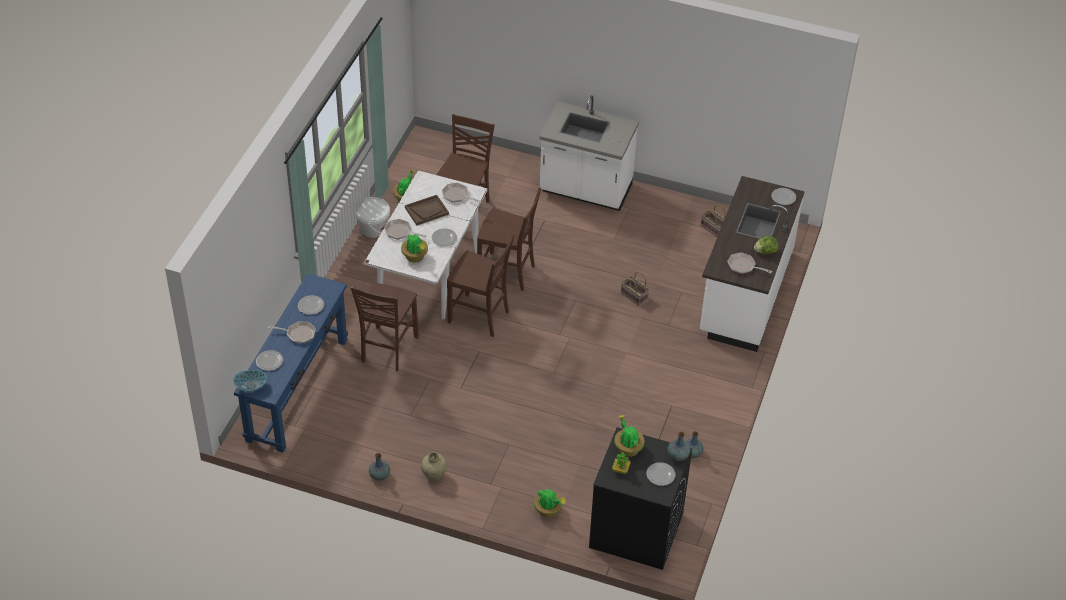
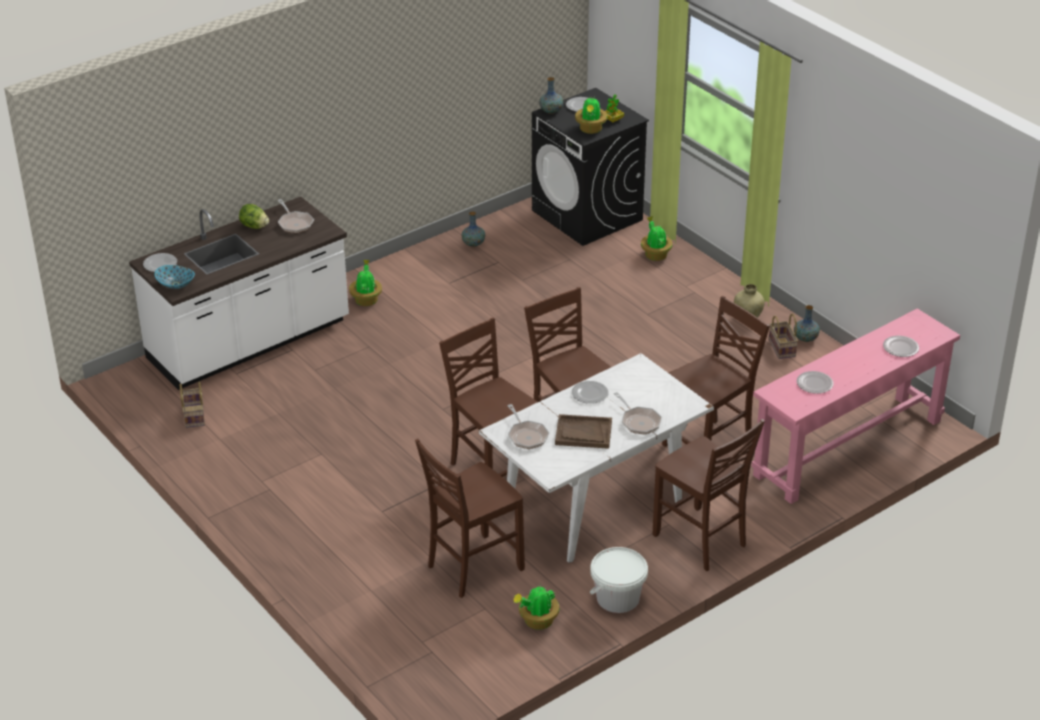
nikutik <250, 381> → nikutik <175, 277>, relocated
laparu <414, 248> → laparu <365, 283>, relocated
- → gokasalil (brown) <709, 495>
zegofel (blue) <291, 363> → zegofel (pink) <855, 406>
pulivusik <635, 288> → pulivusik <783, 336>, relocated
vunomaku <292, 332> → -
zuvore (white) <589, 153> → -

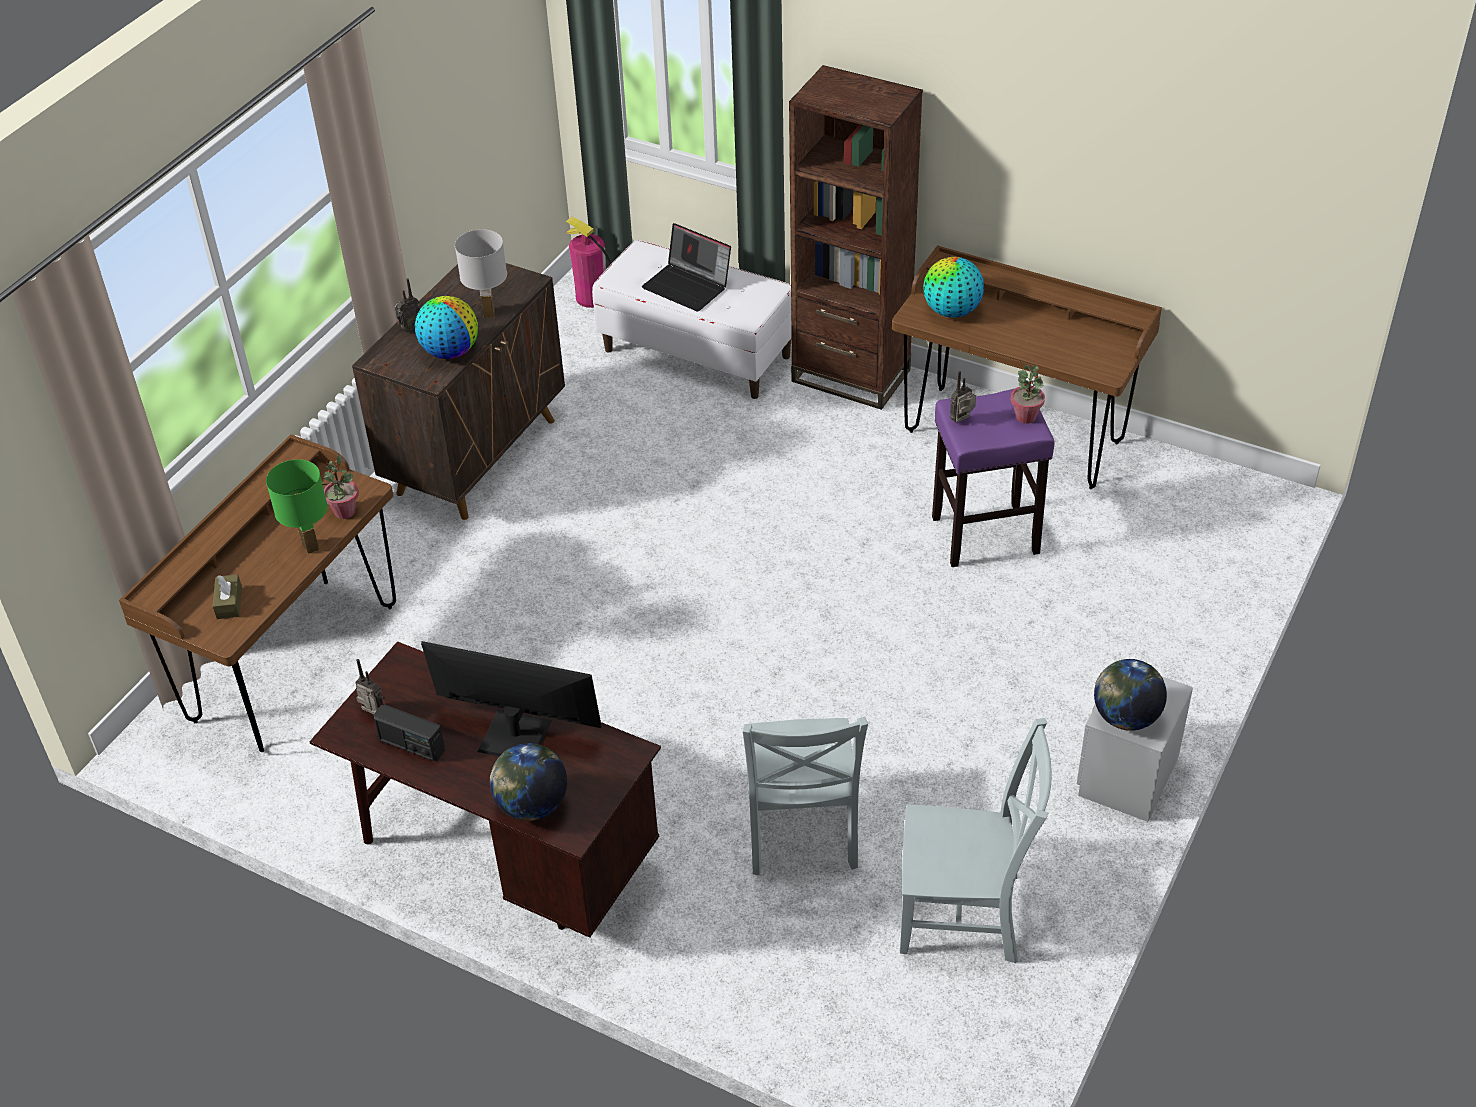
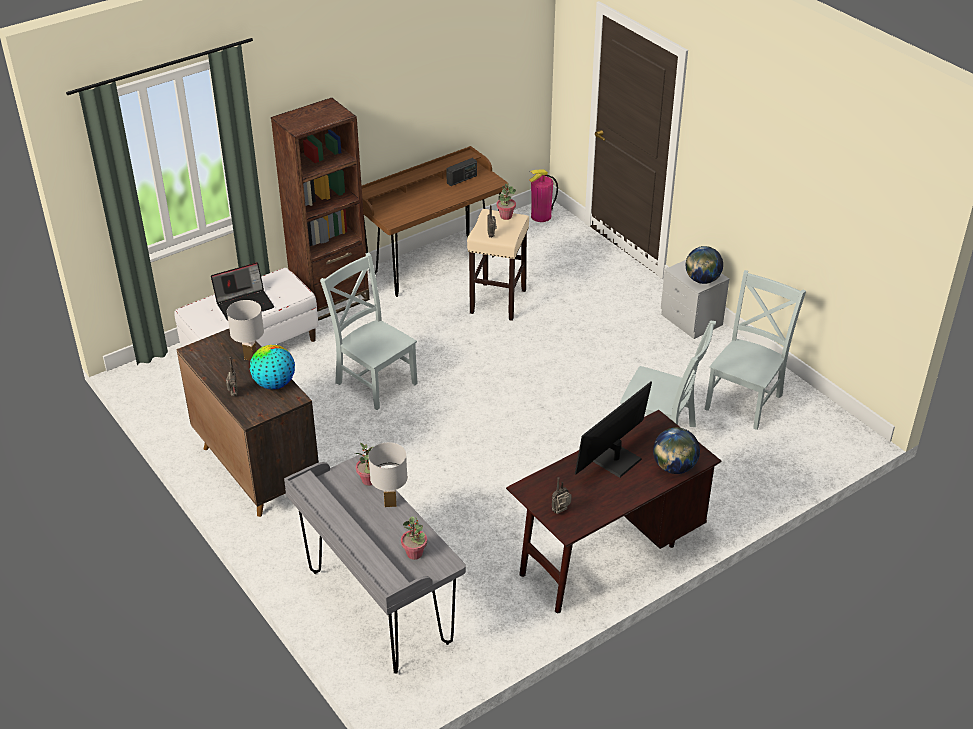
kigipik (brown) <257, 593> → kigipik (grey) <375, 564>
- → gokasalil (grey) <369, 331>
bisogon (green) <297, 506> → bisogon (white) <388, 474>
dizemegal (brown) <227, 596> → laparu <414, 538>
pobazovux <409, 733> → pobazovux <461, 172>, relocated
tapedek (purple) <993, 477> → tapedek (beige) <498, 265>
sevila <588, 262> → sevila <543, 195>, relocated
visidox <953, 287> → -

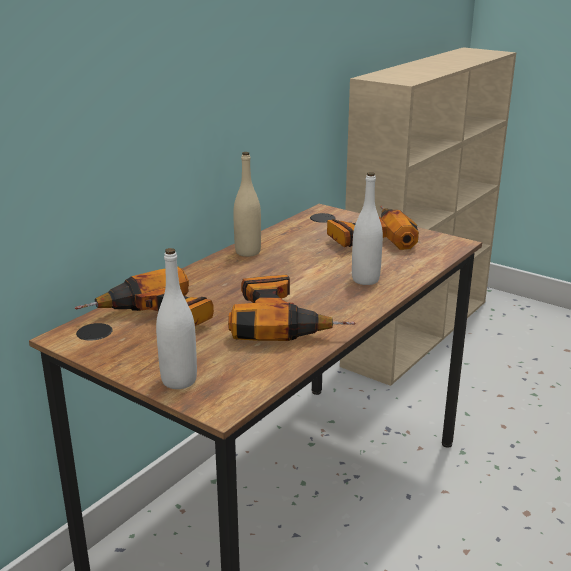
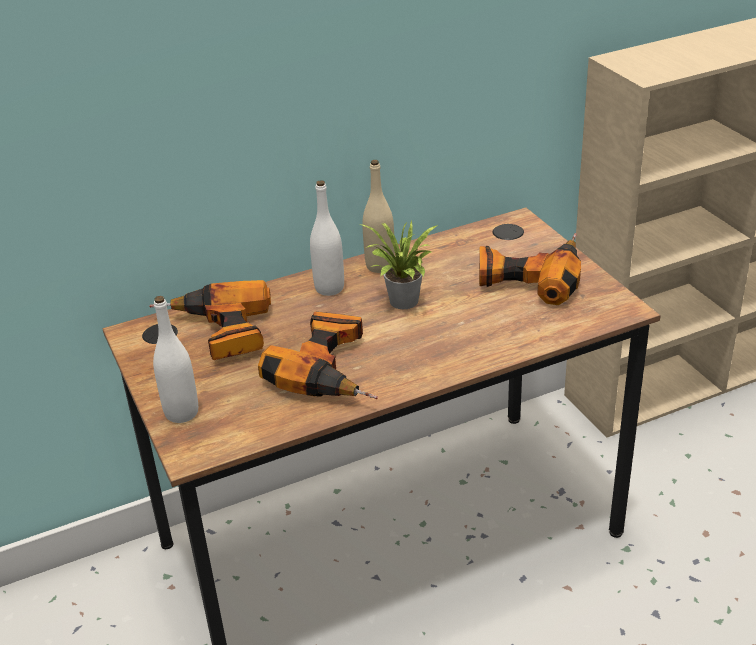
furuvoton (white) <367, 228> → furuvoton (white) <327, 238>, relocated
- → laparu <398, 264>

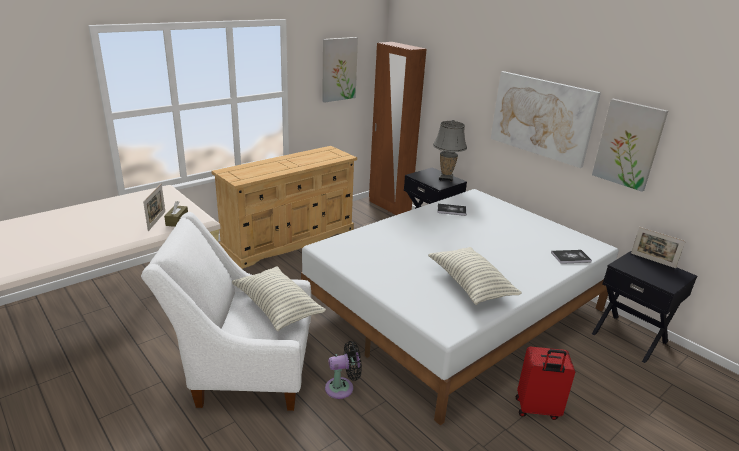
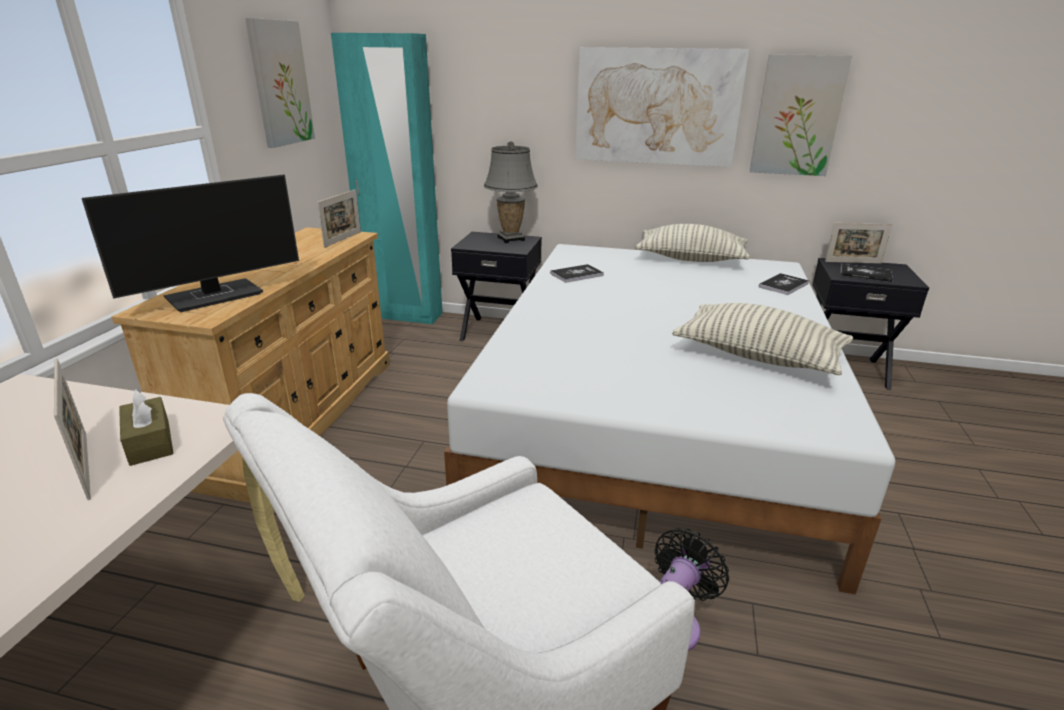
- → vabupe <190, 243>
- → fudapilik <339, 218>
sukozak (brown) <398, 128> → sukozak (turquoise) <387, 179>
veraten <279, 298> → veraten <692, 243>, relocated
- → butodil <867, 273>
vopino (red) <545, 383> → -

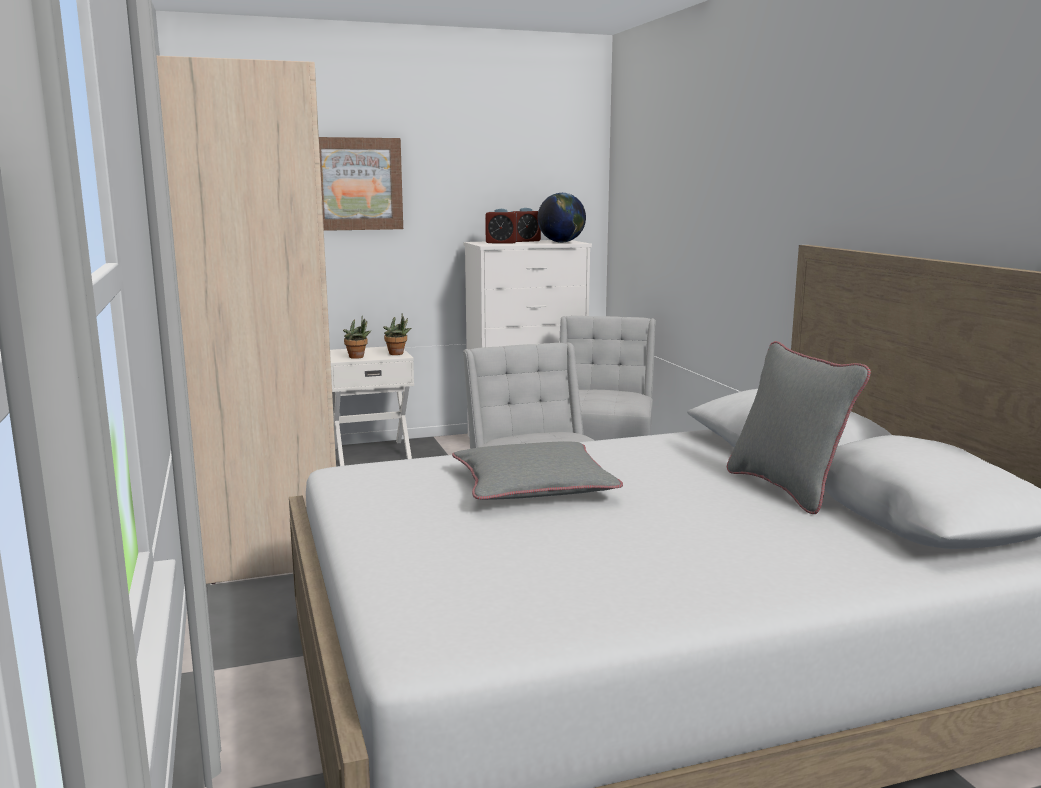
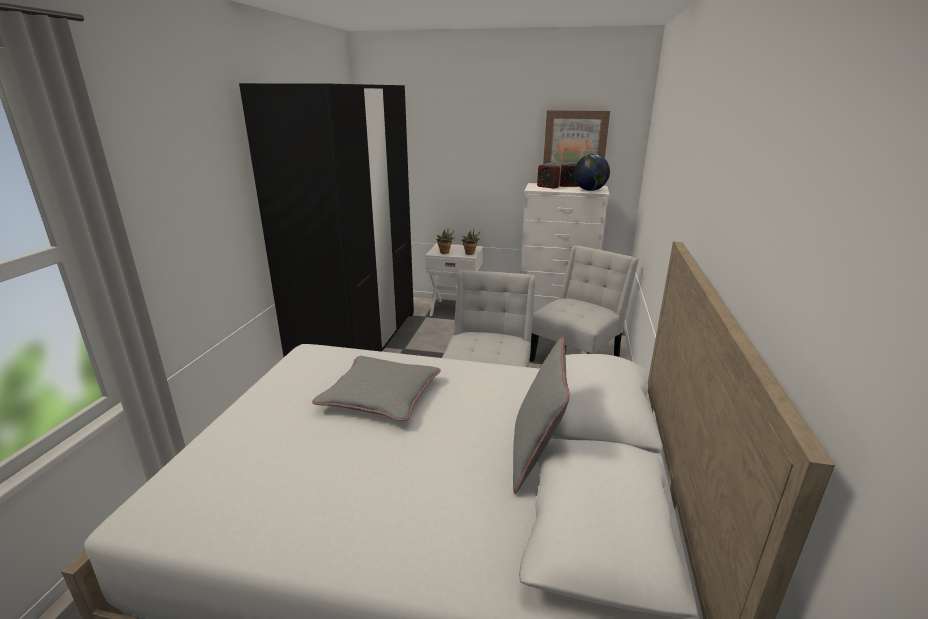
sukozak (beige) <246, 320> → sukozak (black) <326, 220>
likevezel <361, 184> → likevezel <576, 138>, relocated

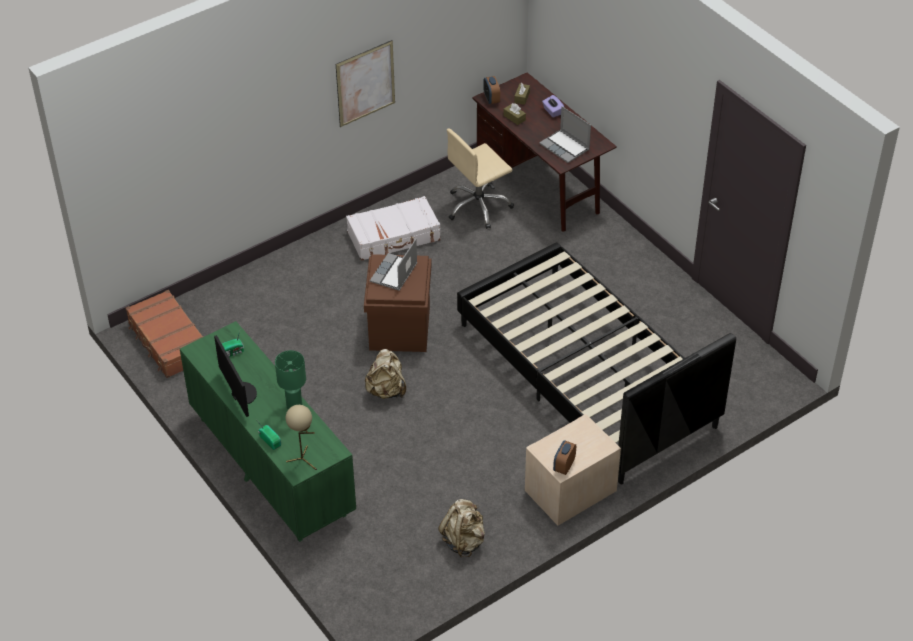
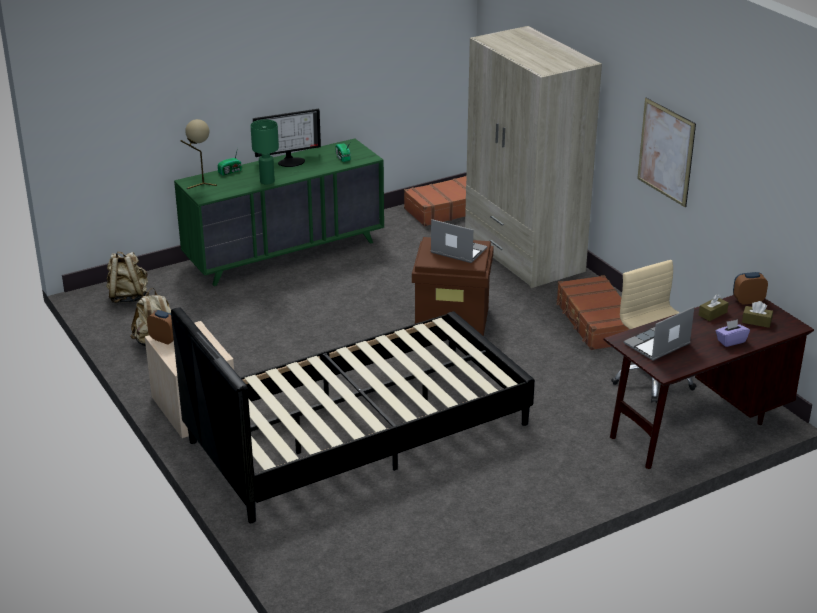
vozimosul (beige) <385, 374> → vozimosul (beige) <127, 277>, relocated
- → sukozak (beige) <533, 157>
vopino (white) <393, 228> → vopino (brown) <593, 312>

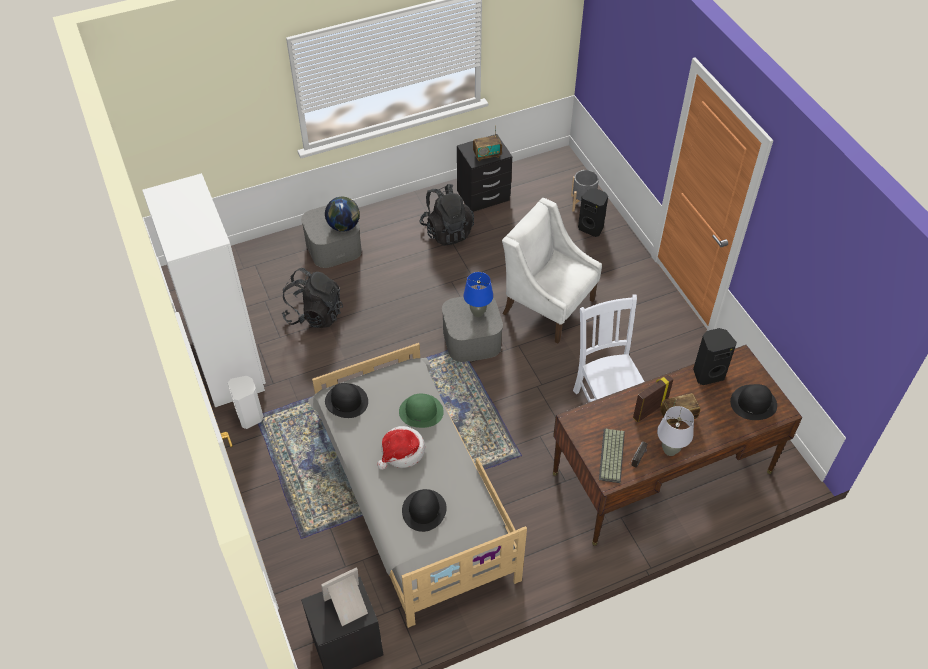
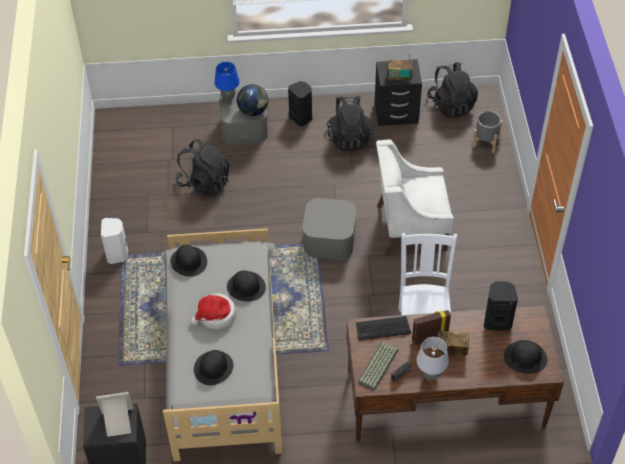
bisogon (blue) <478, 294> → bisogon (blue) <226, 82>, relocated
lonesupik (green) <421, 411> → lonesupik (black) <246, 286>
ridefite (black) <593, 212> → ridefite (black) <300, 103>, relocated
- → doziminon <383, 328>
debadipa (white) <552, 271> → debadipa (white) <415, 198>, 60 degrees counterclockwise
- → vozimosul (black) <452, 90>
sukozak (white) <204, 290> → -

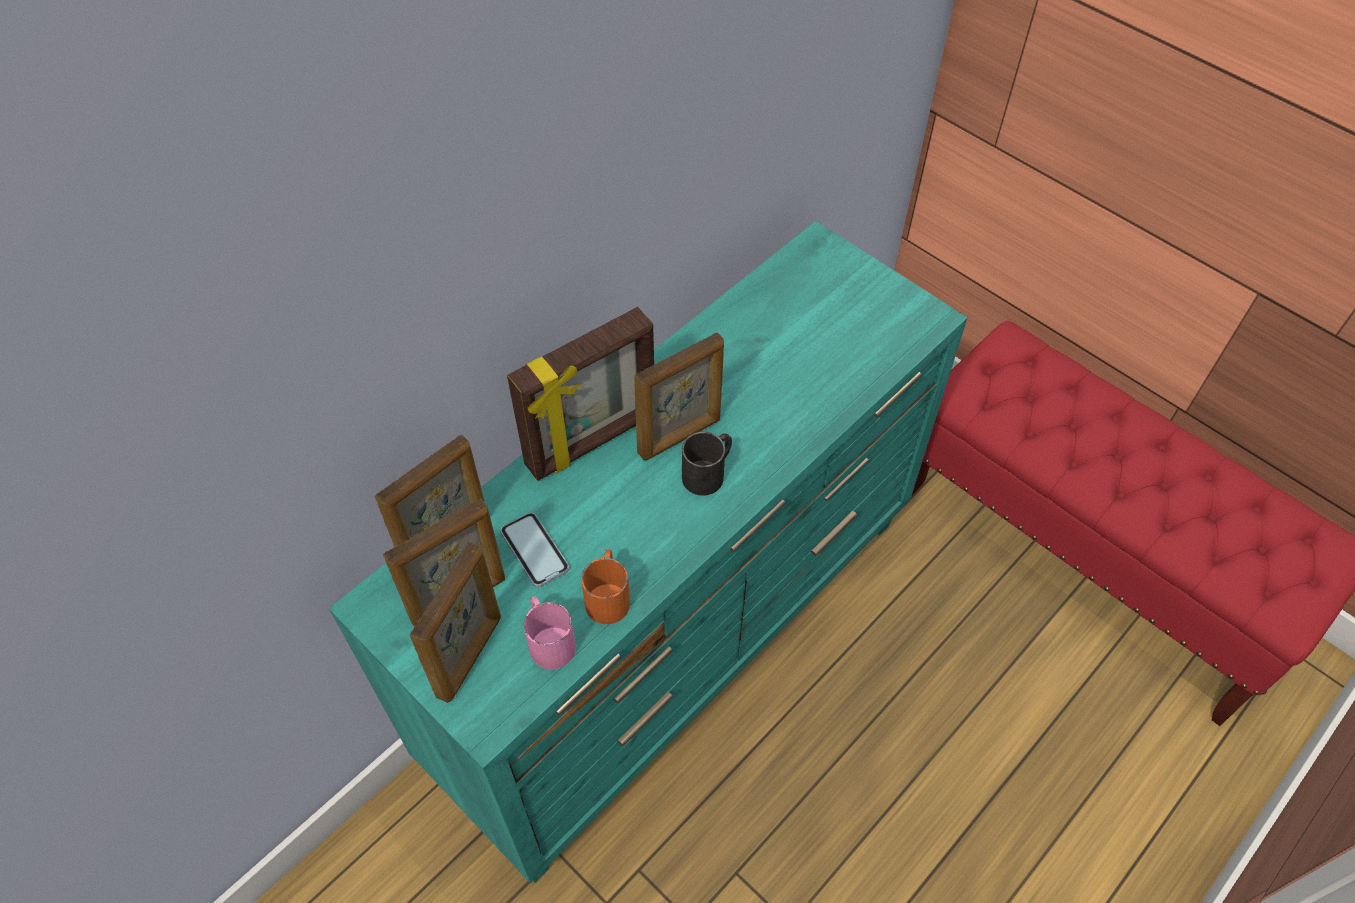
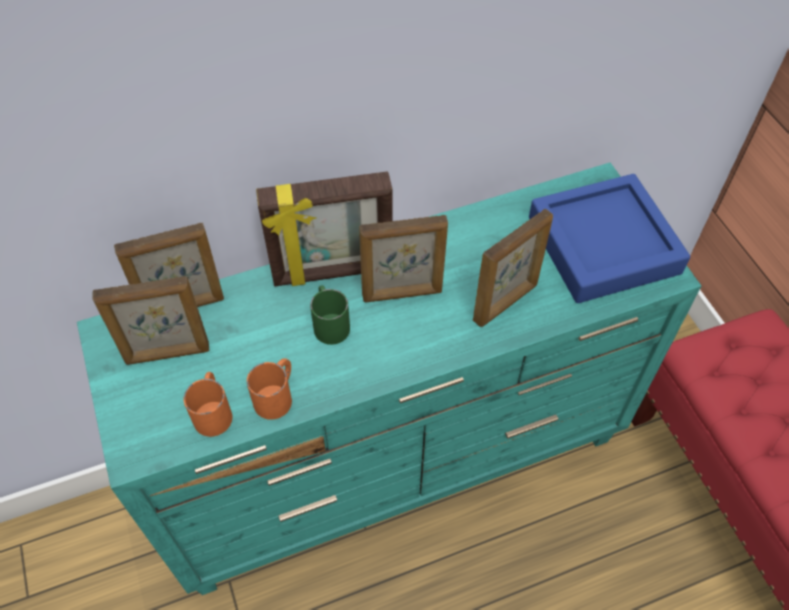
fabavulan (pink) <550, 633> → fabavulan (orange) <208, 404>
- → fabavulan (green) <330, 315>
fudapilik <455, 622> → fudapilik <513, 268>, relocated
- → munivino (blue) <609, 238>
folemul <535, 549> → -
fabavulan (black) <707, 464> → -

